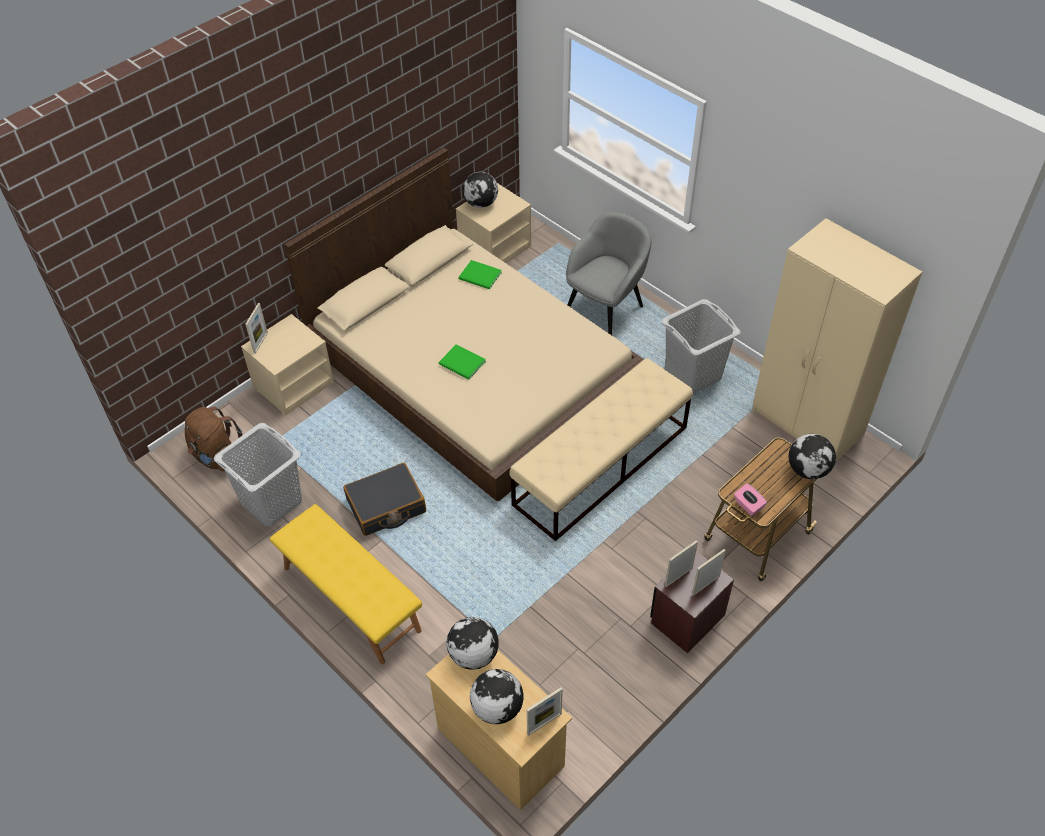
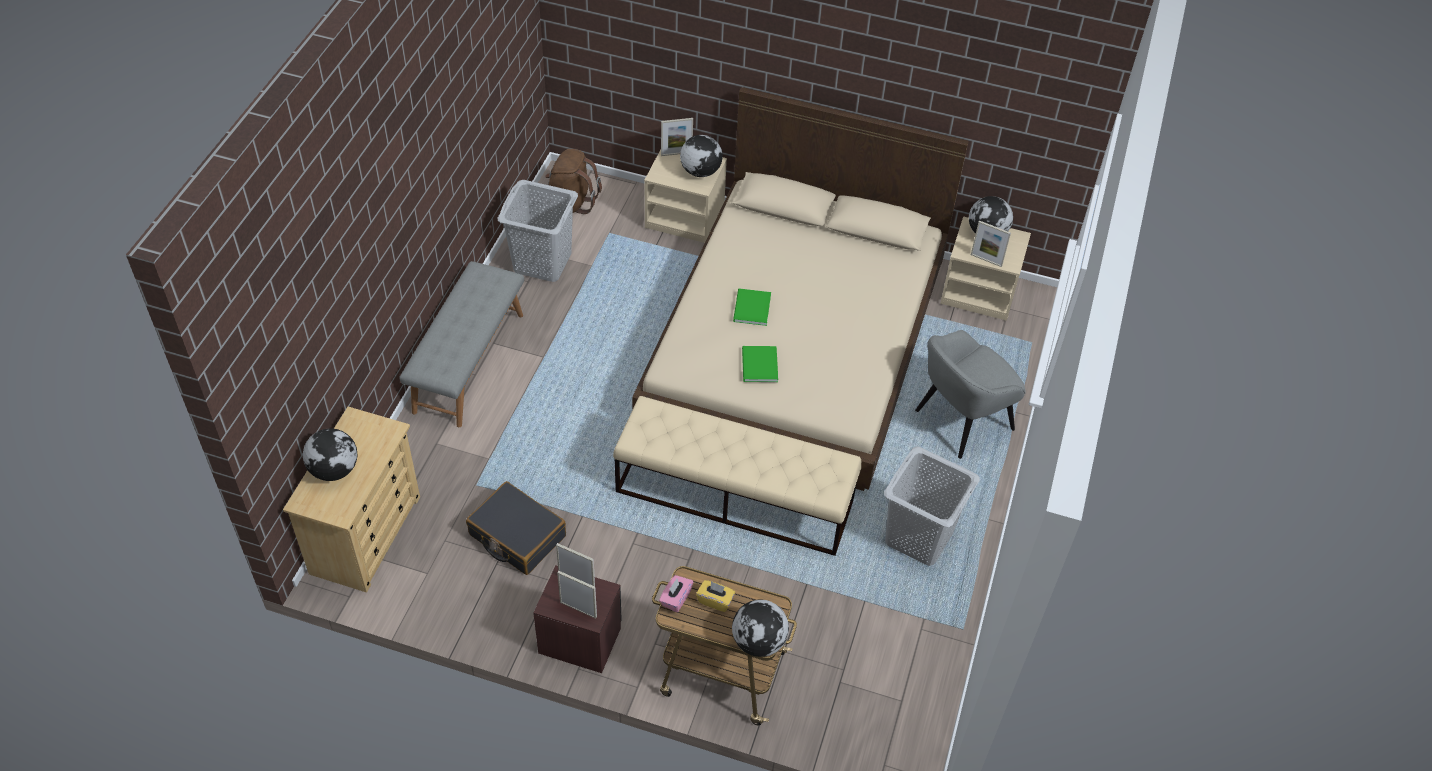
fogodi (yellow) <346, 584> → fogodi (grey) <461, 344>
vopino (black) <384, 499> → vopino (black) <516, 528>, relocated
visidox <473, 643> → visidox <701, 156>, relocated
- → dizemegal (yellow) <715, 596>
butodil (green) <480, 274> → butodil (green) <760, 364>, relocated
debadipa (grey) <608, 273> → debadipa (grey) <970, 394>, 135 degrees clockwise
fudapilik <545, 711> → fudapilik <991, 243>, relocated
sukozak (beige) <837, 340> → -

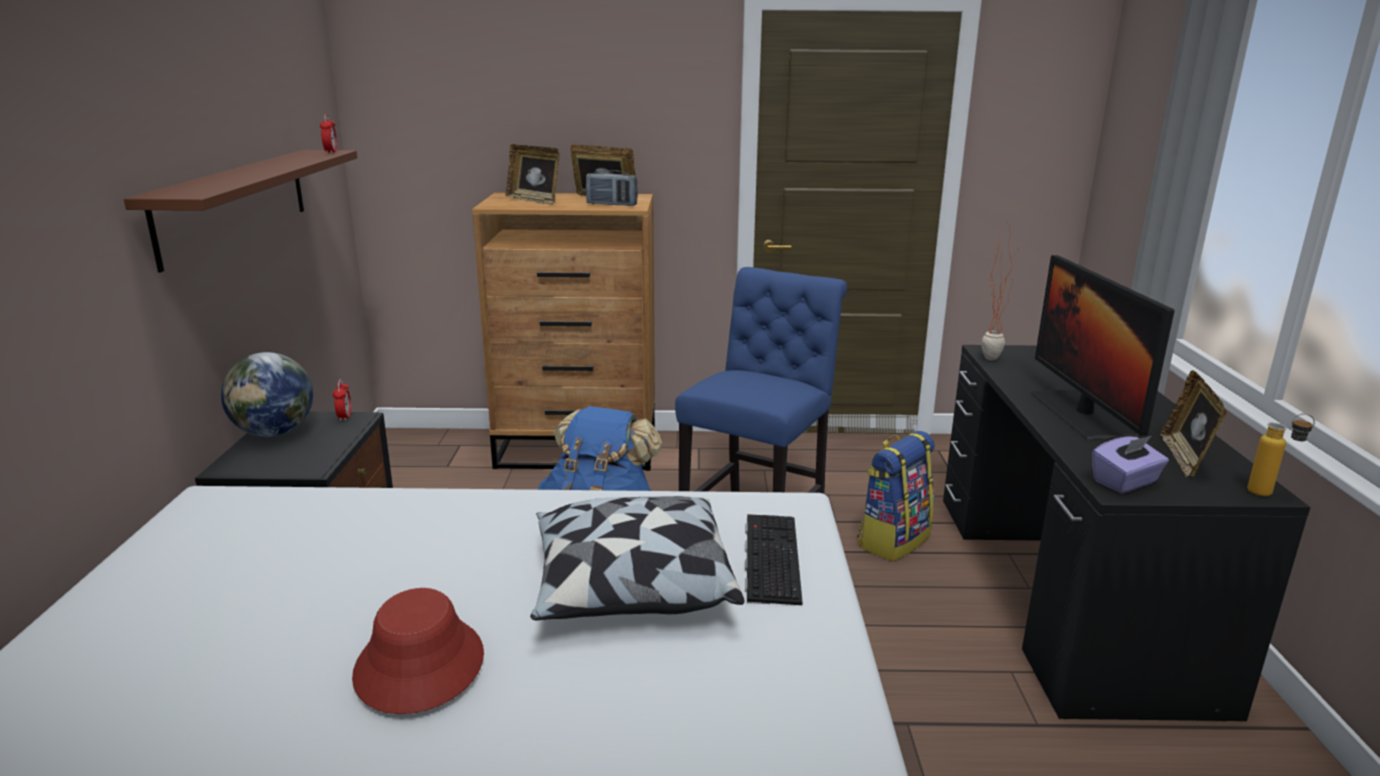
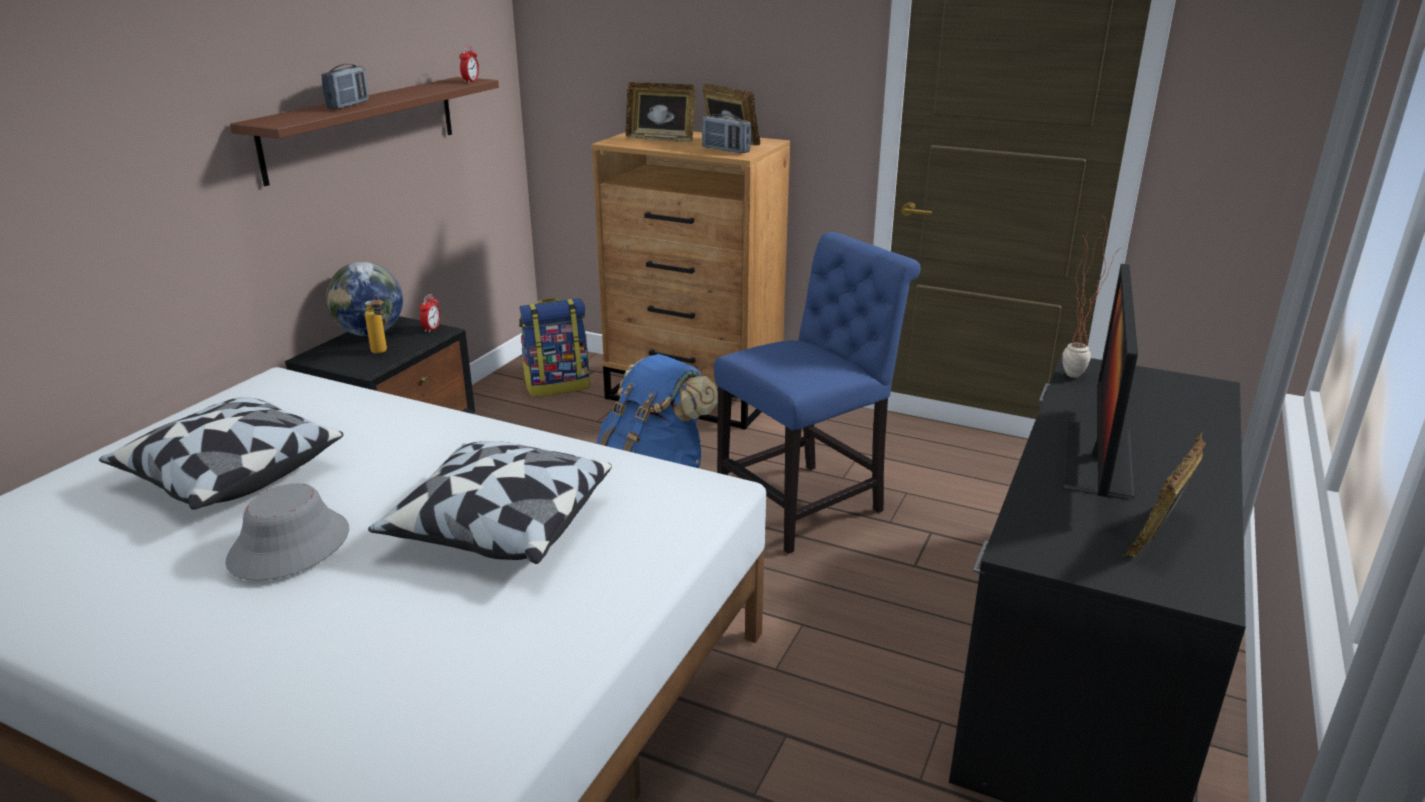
- → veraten <221, 453>
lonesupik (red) <418, 651> → lonesupik (grey) <287, 532>
- → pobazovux <345, 86>
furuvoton <1281, 455> → furuvoton <376, 324>, relocated
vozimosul <895, 496> → vozimosul <554, 347>, relocated
fudapilik <533, 174> → fudapilik <660, 112>, 45 degrees counterclockwise
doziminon <774, 559> → -
dizemegal (purple) <1130, 464> → -

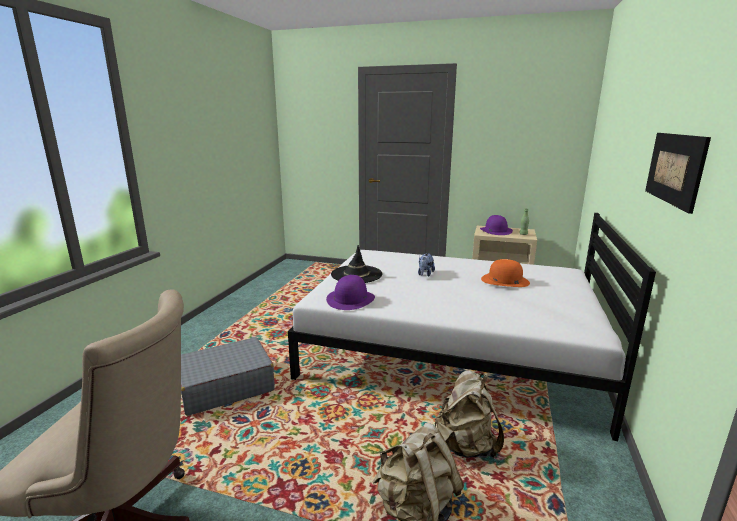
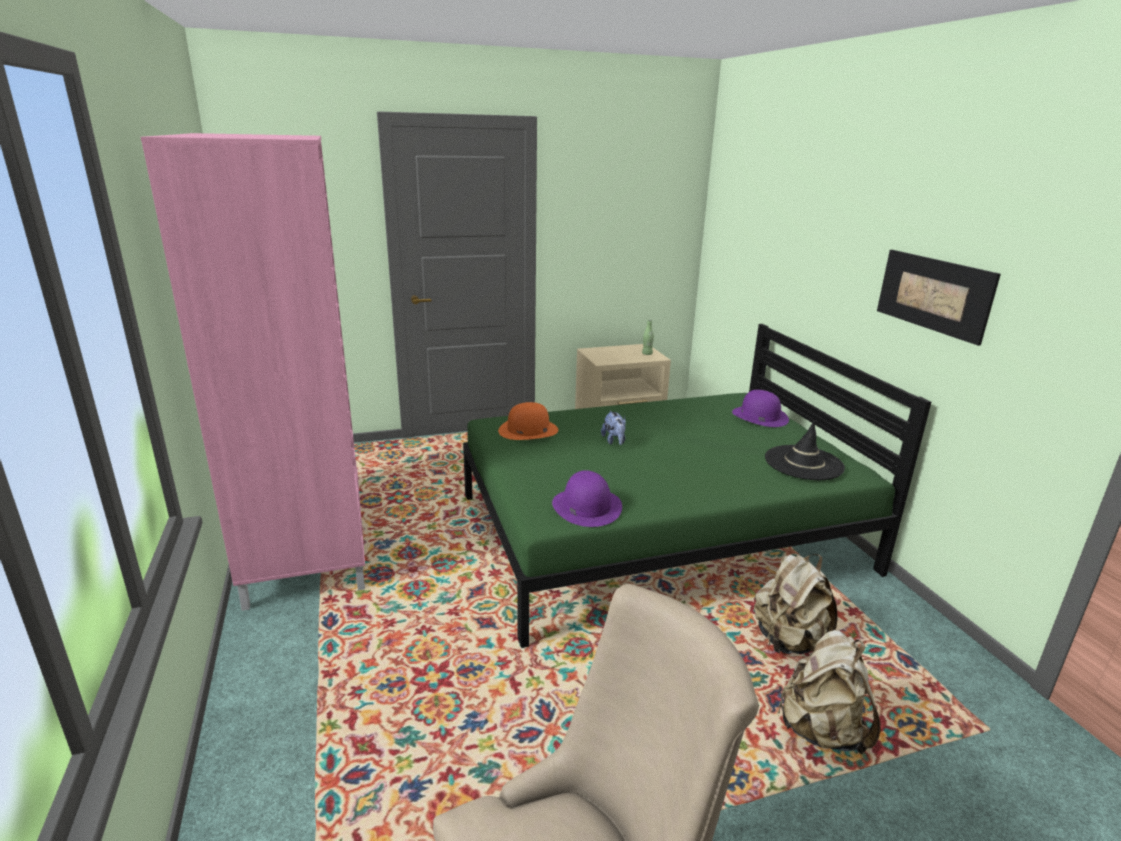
- → sukozak (pink) <253, 372>
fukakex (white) <472, 327> → fukakex (green) <697, 486>
lonesupik (orange) <505, 273> → lonesupik (orange) <528, 421>, relocated
lonesupik (purple) <496, 225> → lonesupik (purple) <760, 408>, relocated
lonesupik (black) <356, 264> → lonesupik (black) <805, 450>, relocated
vopino (grey) <228, 376> → -

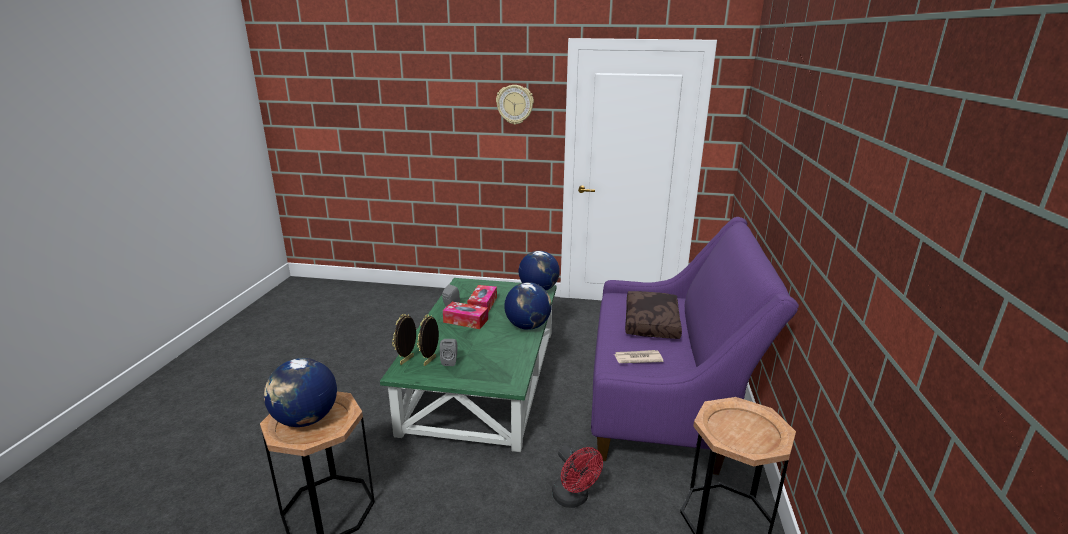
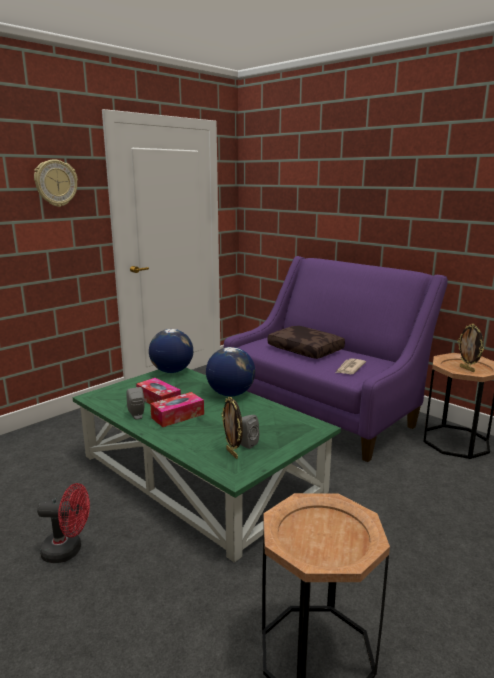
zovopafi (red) <577, 476> → zovopafi (red) <63, 523>, relocated
fudapilik <404, 339> → fudapilik <471, 348>, relocated
visidox <300, 392> → -

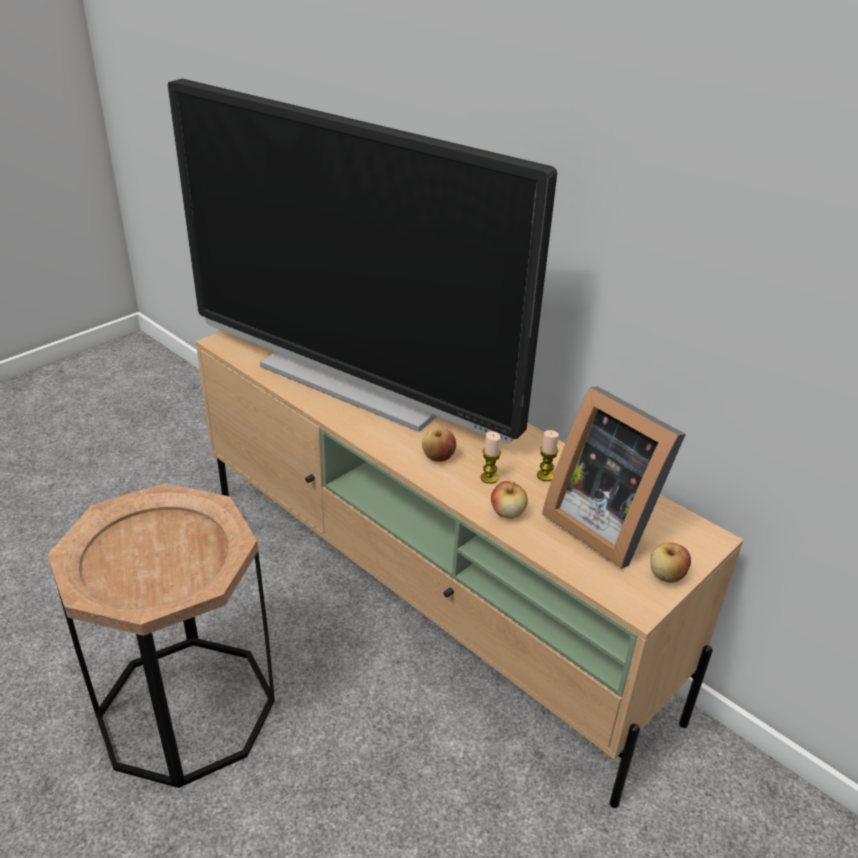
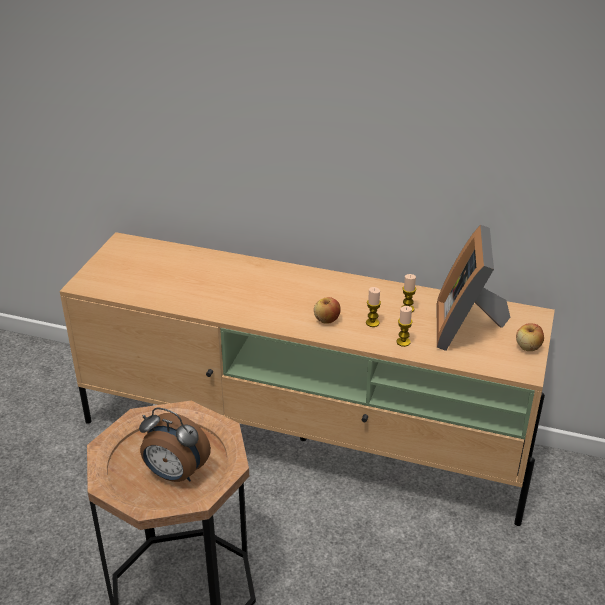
- → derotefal <175, 444>
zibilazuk <509, 500> → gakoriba <404, 326>
fudapilik <614, 477> → fudapilik <473, 288>, 75 degrees clockwise
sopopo <362, 261> → -

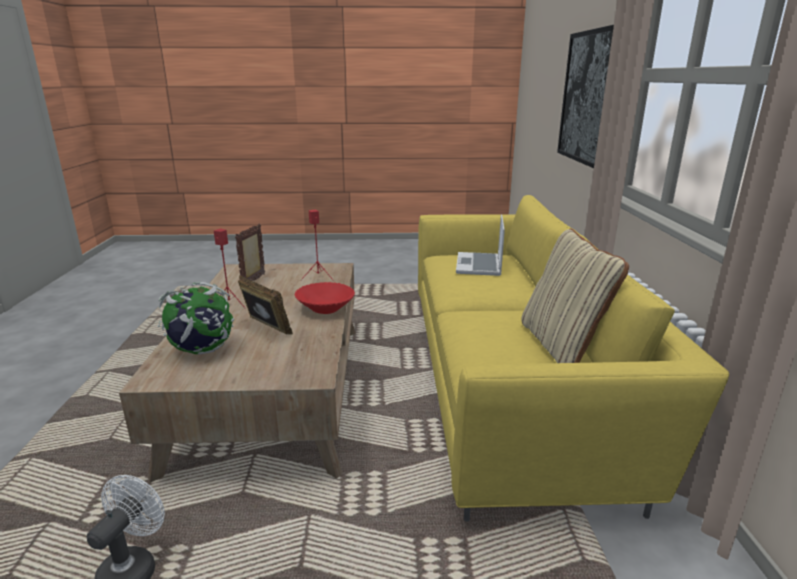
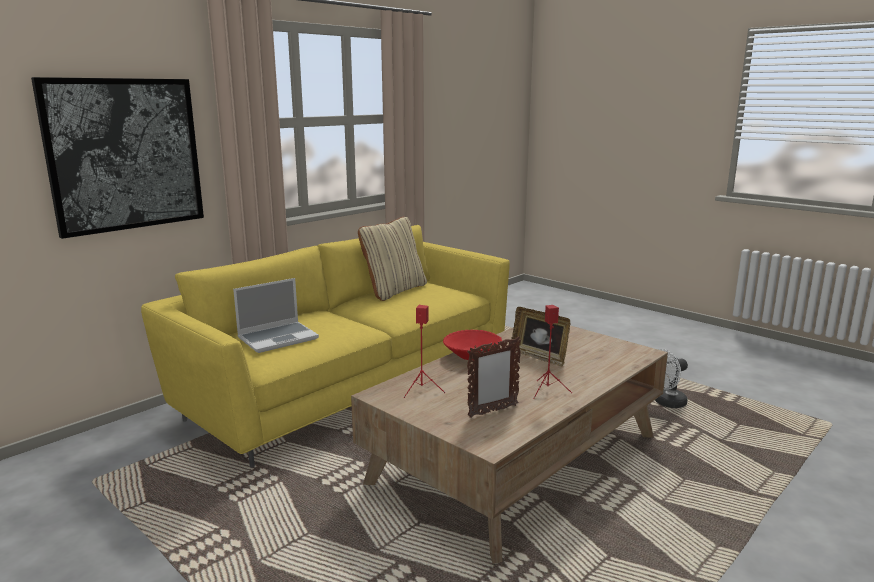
fudapilik <265, 304> → fudapilik <541, 336>, 45 degrees counterclockwise
visidox <195, 318> → -

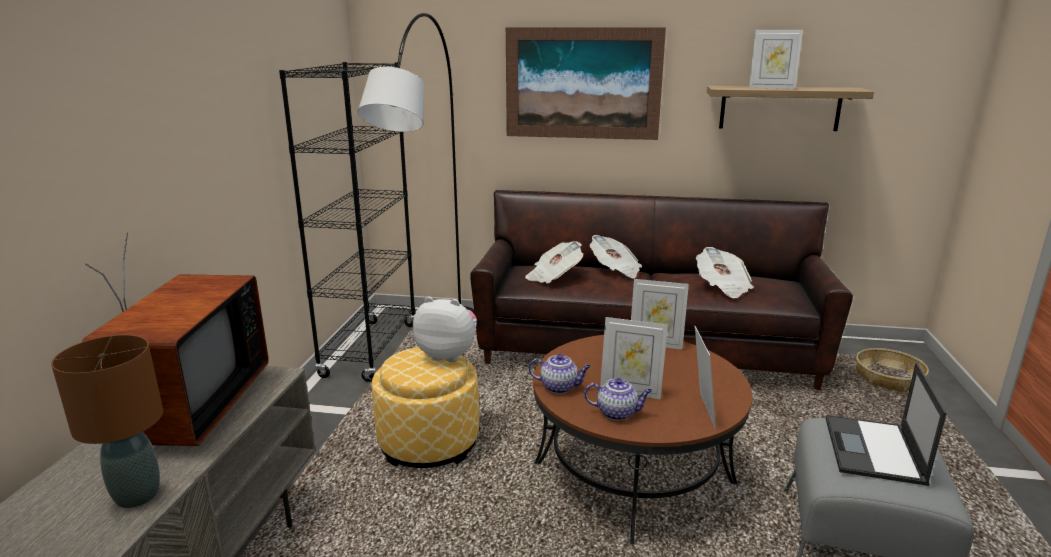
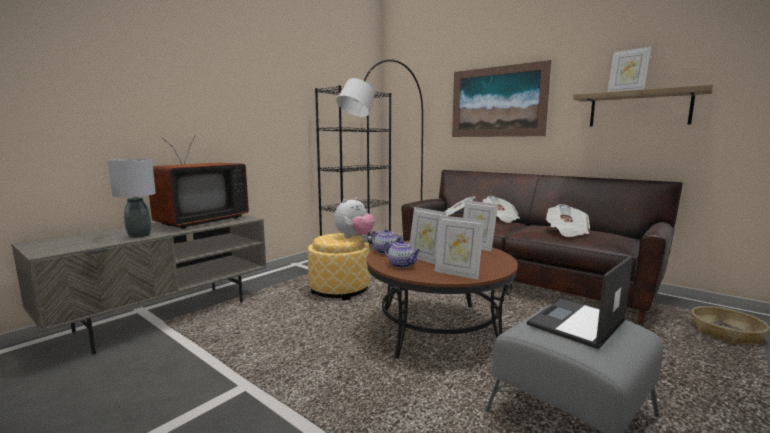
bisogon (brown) <107, 421> → bisogon (grey) <132, 198>
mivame <445, 329> → mivame <354, 217>, 90 degrees clockwise
fudapilik <705, 377> → fudapilik <459, 247>, 90 degrees clockwise

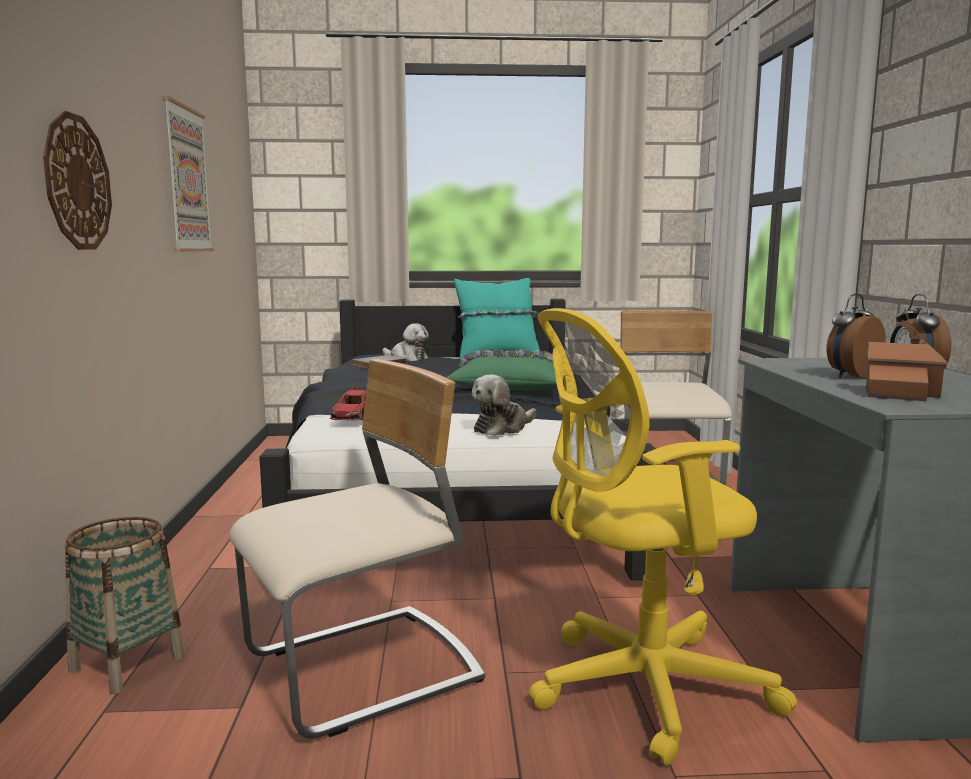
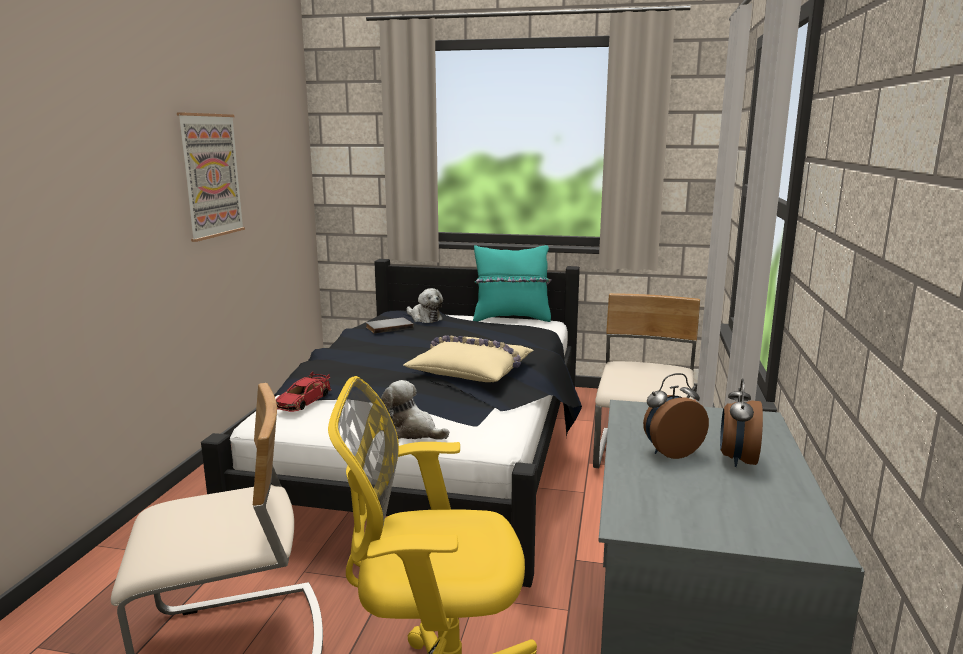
mivame <504, 405> → mivame <415, 410>, 60 degrees clockwise
veraten (green) <501, 370> → veraten (beige) <468, 359>
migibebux <77, 180> → -
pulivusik <125, 605> → -
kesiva <907, 366> → -

